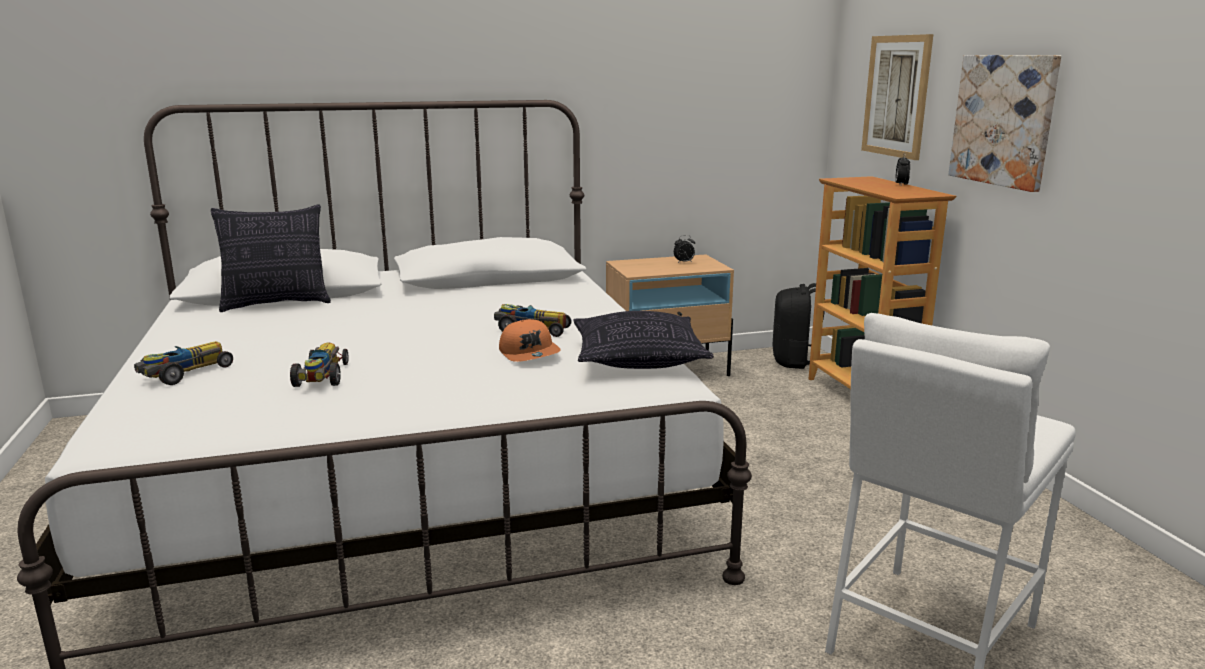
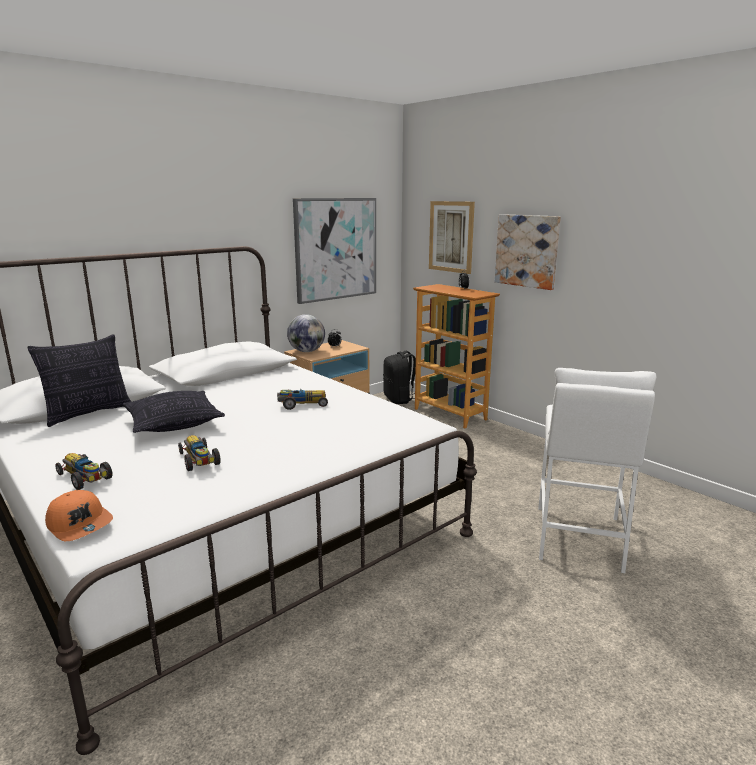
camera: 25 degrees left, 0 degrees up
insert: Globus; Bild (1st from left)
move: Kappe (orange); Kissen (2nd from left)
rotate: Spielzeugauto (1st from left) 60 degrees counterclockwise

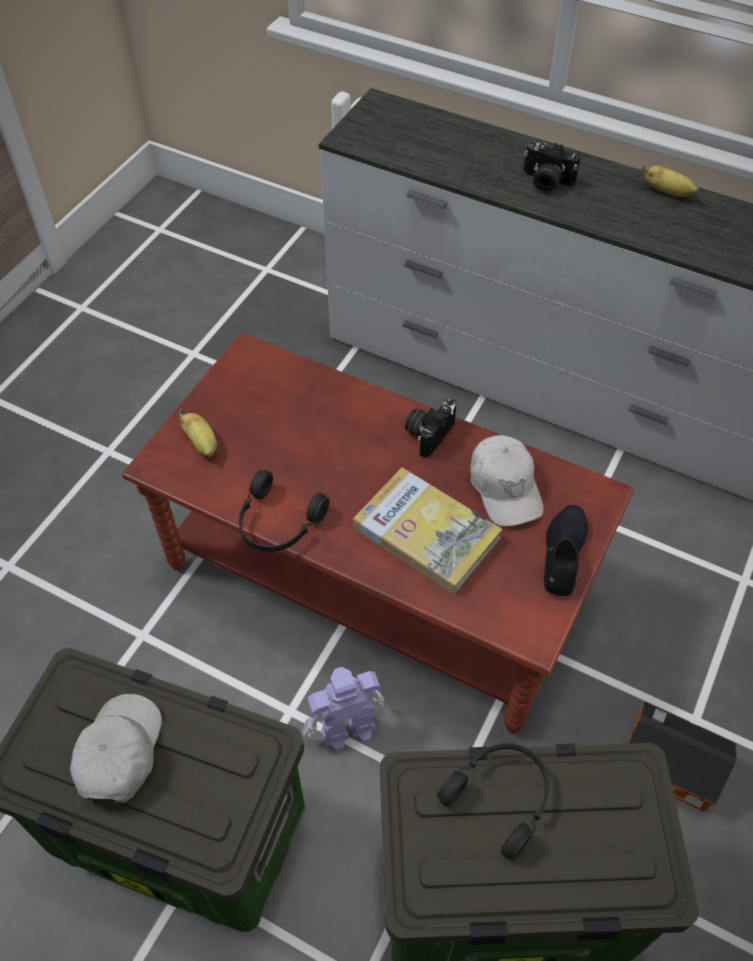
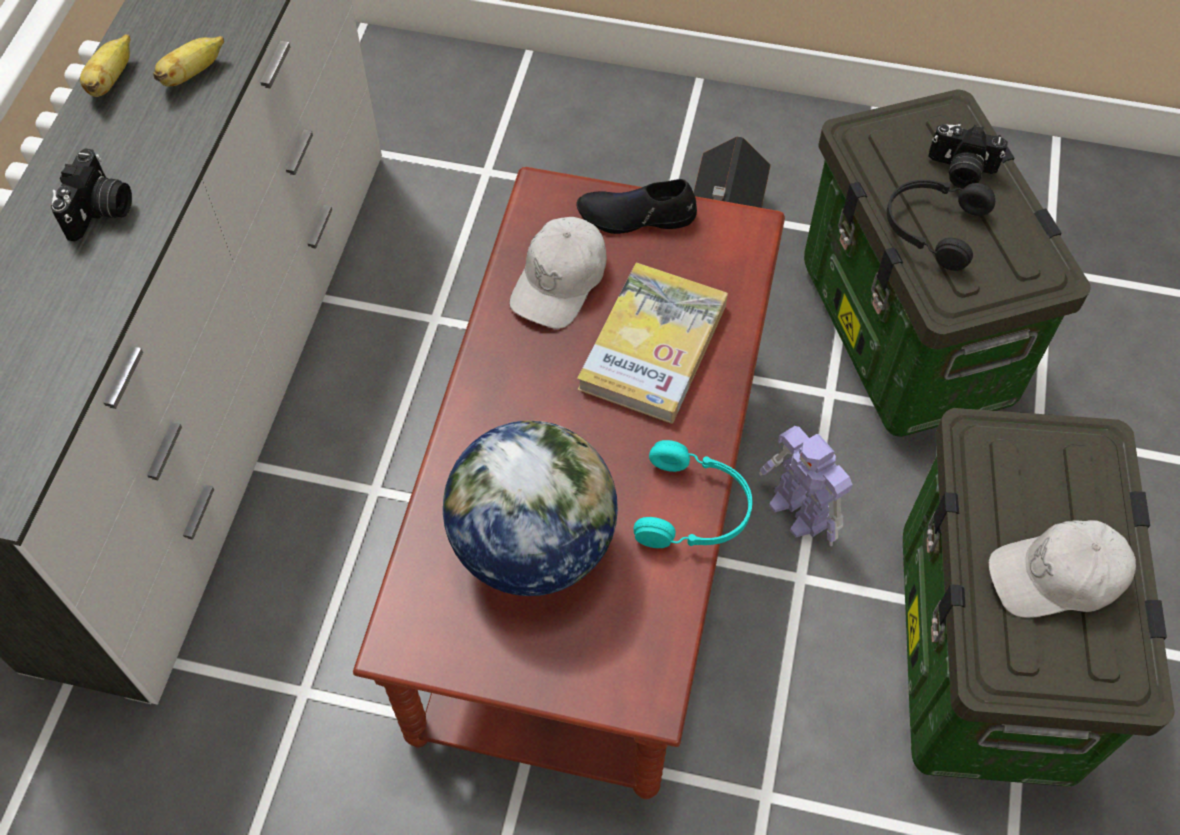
camera: 105 degrees left, 5 degrees up
insert: Globus
move: Banane (1st from left in the first image) to Banane (2nd from left); Kamera (1st from left in the first image) to Kamera (2nd from left)
recolor: Kopfhörer (schwarz) (1st from left) to Kopfhörer (türkis)
rotate: Kappe (weiß) (2nd from left in the first image) 150 degrees clockwise

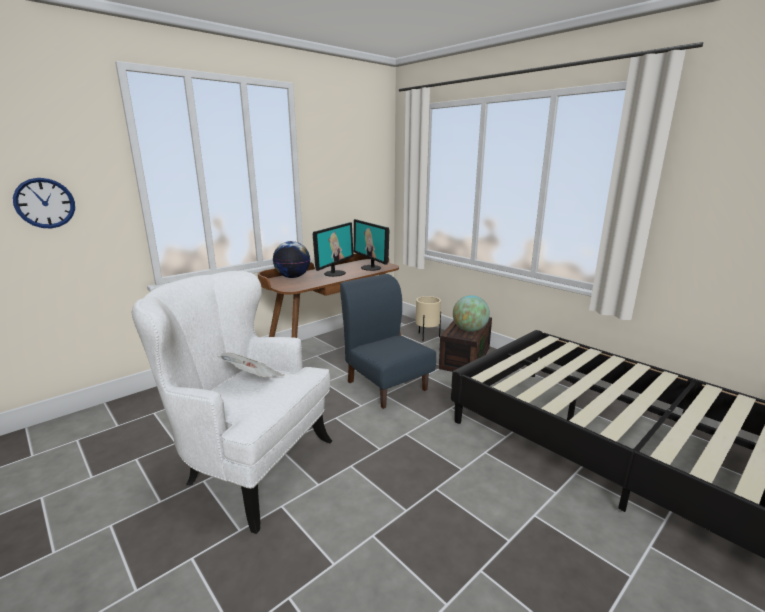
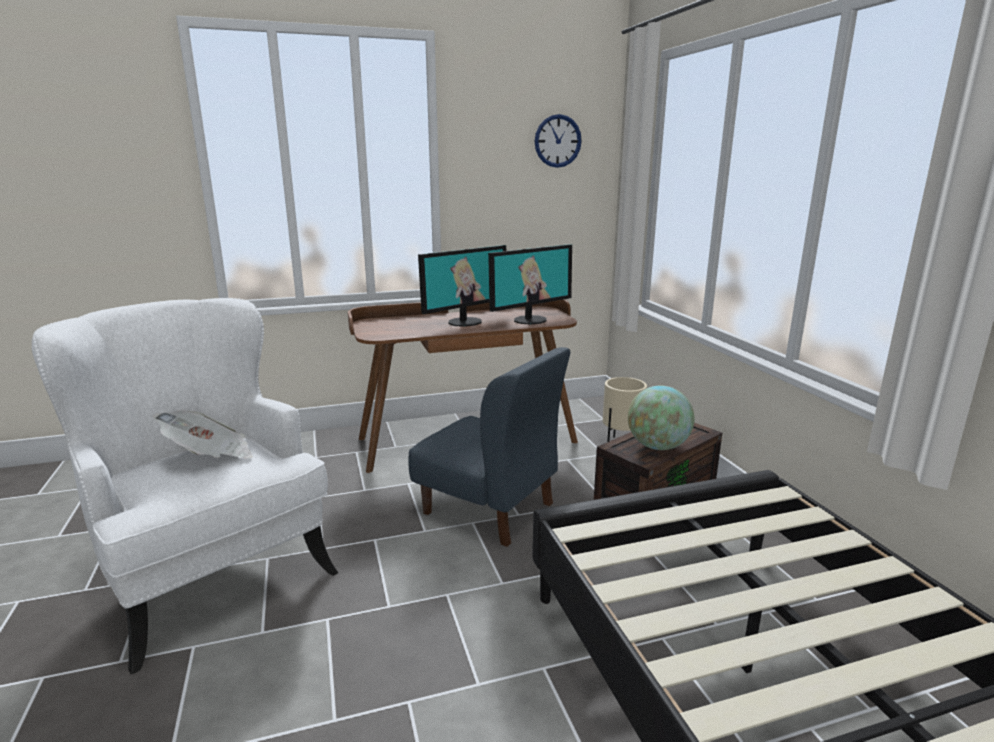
camera: 25 degrees right, 0 degrees up
delete: Globus (1st from left)
move: Wanduhr
rotate: Stuhl (blau) 135 degrees clockwise; Monitor (2nd from left) 120 degrees counterclockwise

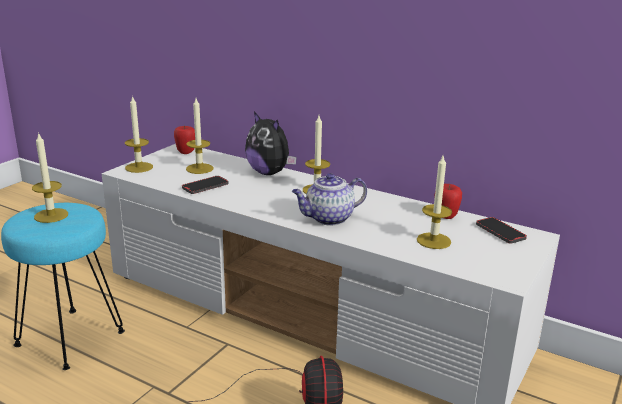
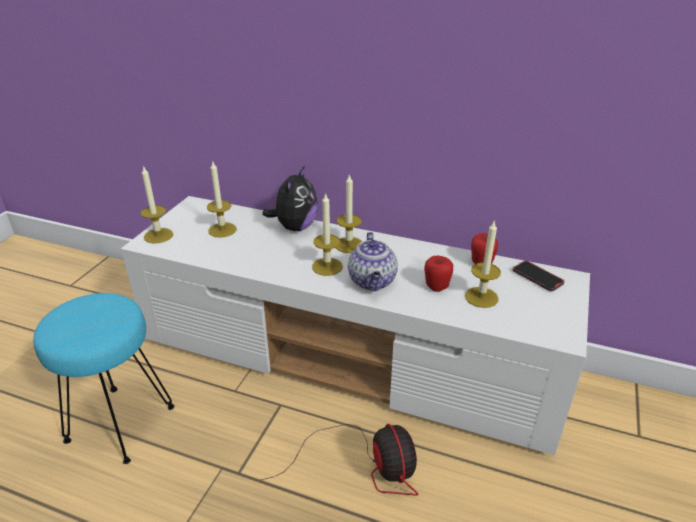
camera: 10 degrees left, 10 degrees up
delete: Handy (1st from left)
move: Kerze (1st from left in the first image) to Kerze (3rd from left); Apfel (1st from left)
rotate: Plüschtier 105 degrees counterclockwise; Teekanne 60 degrees counterclockwise

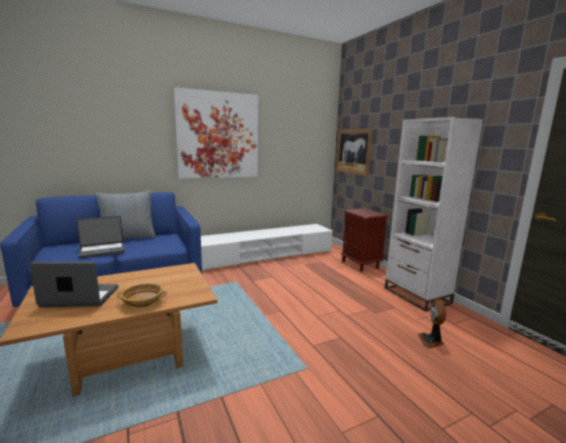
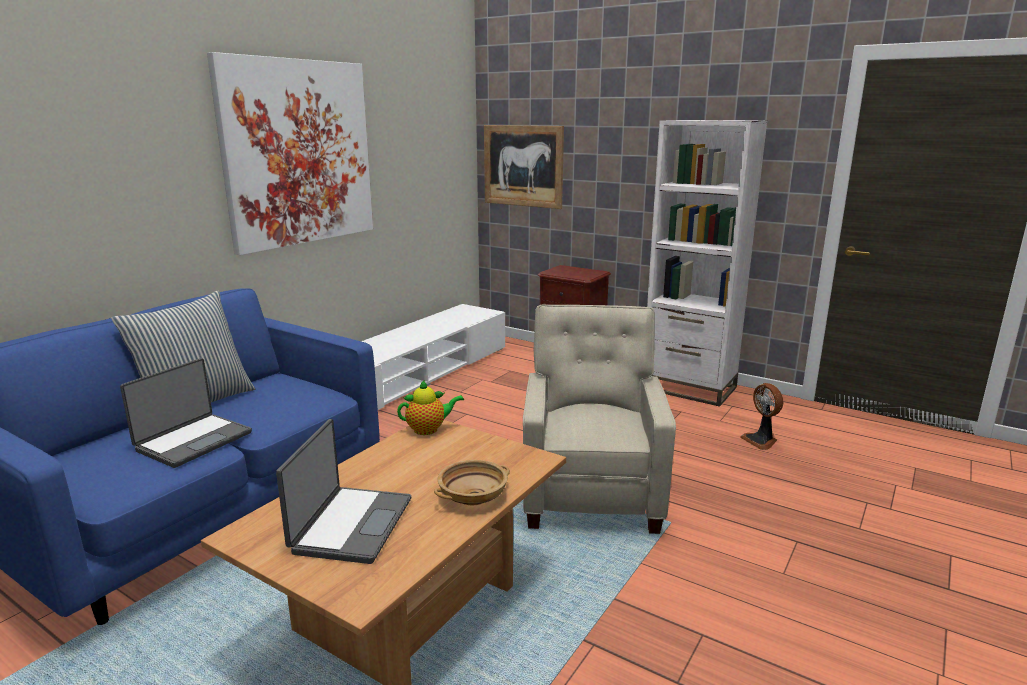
camera: 30 degrees left, 5 degrees up
insert: Teekanne; Sessel (beige)
rotate: Laptop (1st from left in the first image) 135 degrees clockwise

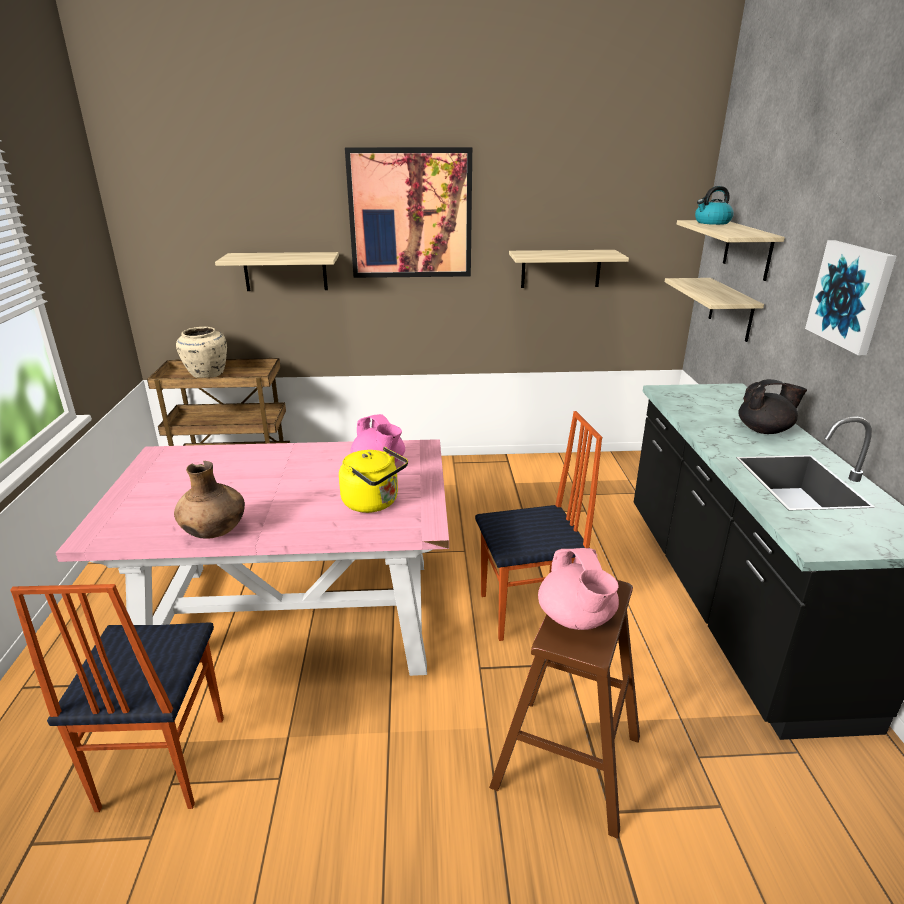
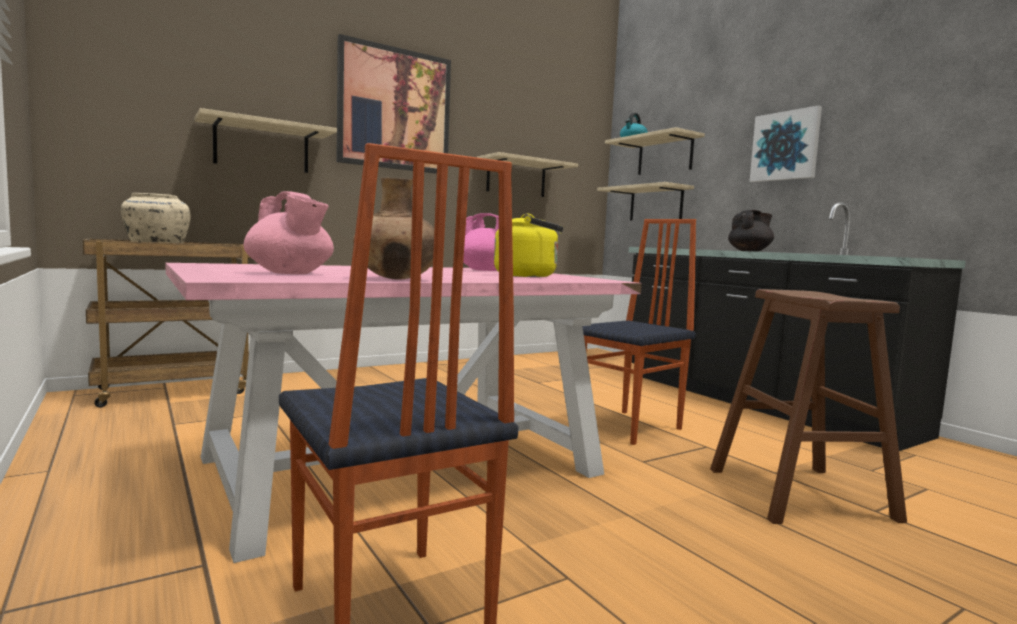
camera: 30 degrees left, 20 degrees down
move: Teekanne (rosa) (2nd from left in the first image) to Teekanne (rosa) (1st from left)

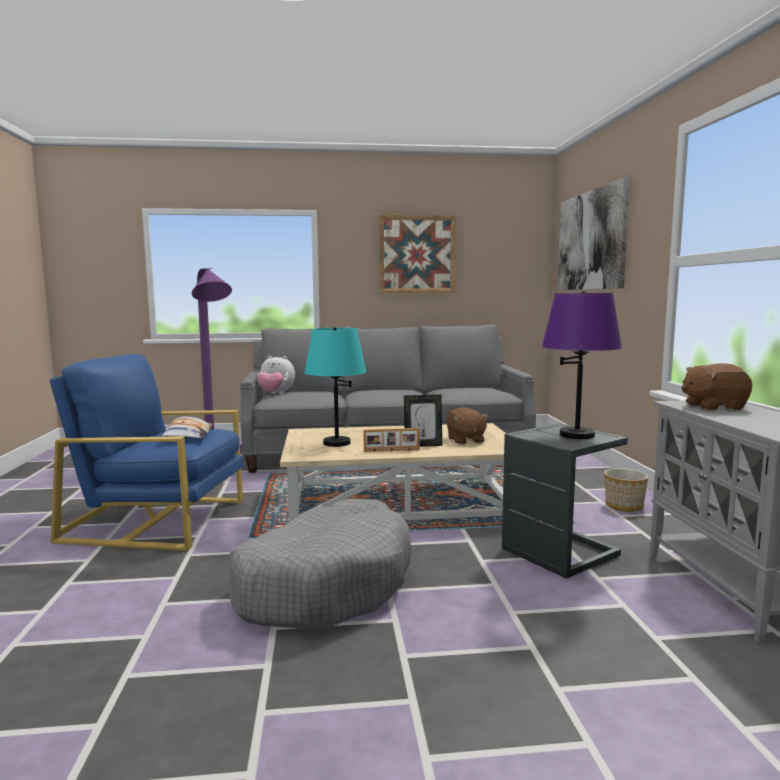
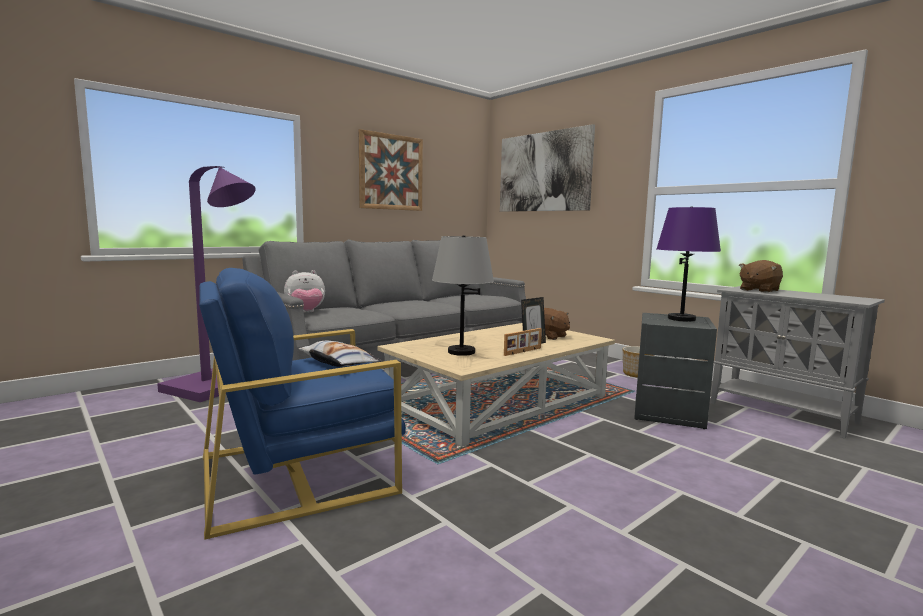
camera: 35 degrees left, 0 degrees up
delete: Hundebett (grau)
recolor: Tischlampe (türkis) to Tischlampe (grau)

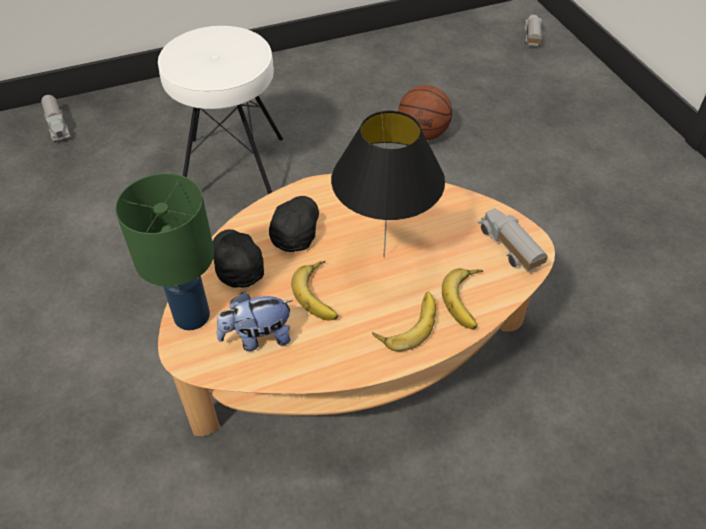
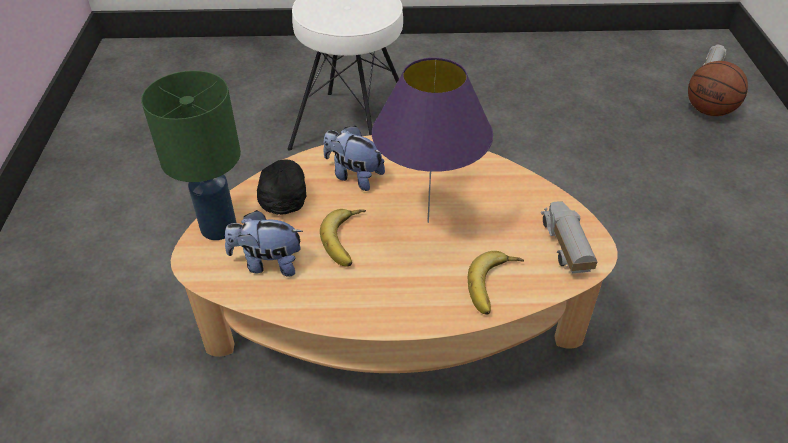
camera: 20 degrees right, 5 degrees down
delete: Spielzeuglaster (1st from left); Banane (2nd from left)
move: Basketball
replace: Kappe (schwarz) (2nd from left) to Plüschtier (2nd from left)
recolor: Tischlampe (schwarz) to Tischlampe (lila)

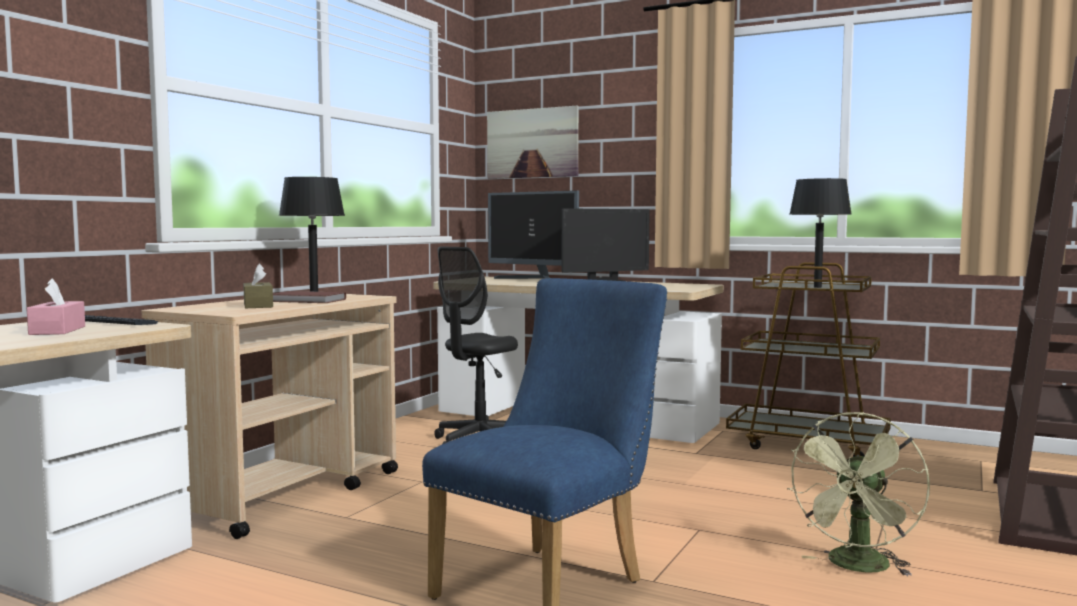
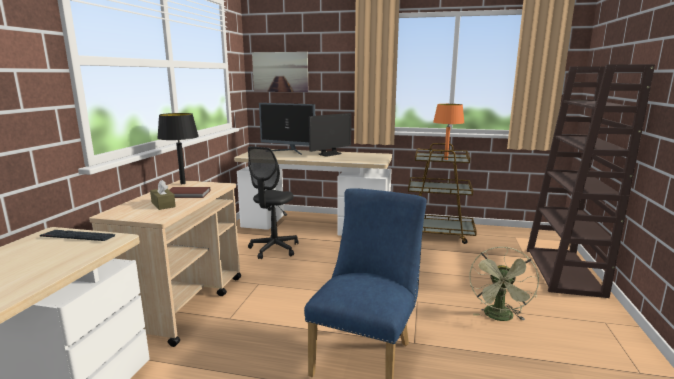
camera: 15 degrees left, 10 degrees up
delete: Taschentuchbox (rosa)
recolor: Tischlampe (schwarz) (2nd from left) to Tischlampe (orange)

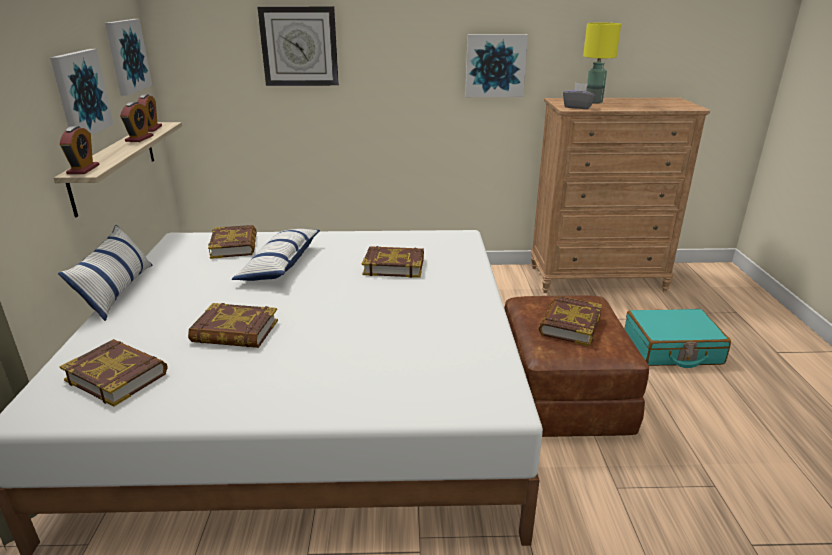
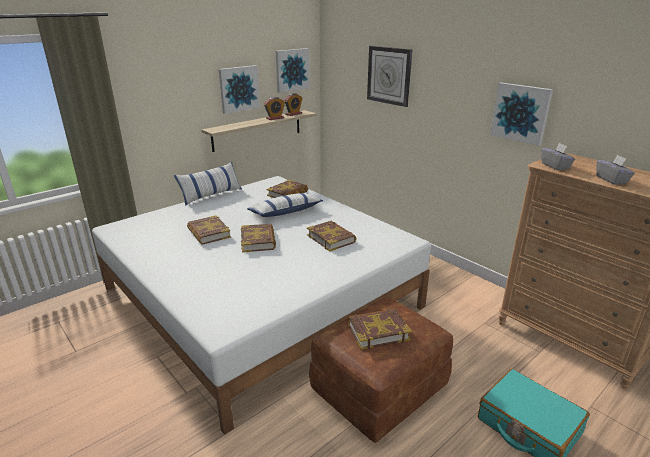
camera: 50 degrees right, 0 degrees up
delete: Wecker (1st from left); Tischlampe (gelb)
insert: Taschentuchbox (grau) (2nd from left)
move: Buch (1st from left in the first image) to Buch (2nd from left)

